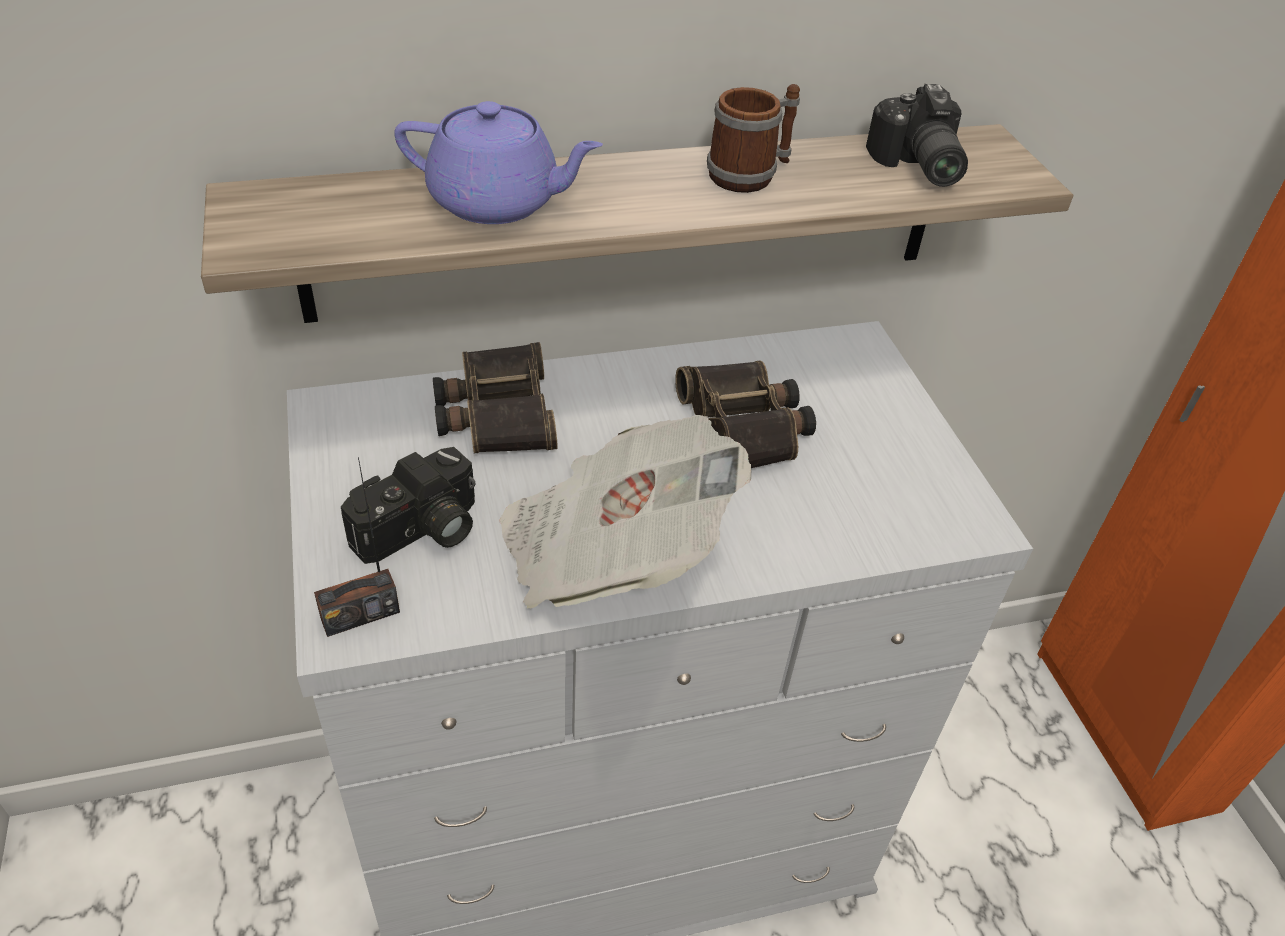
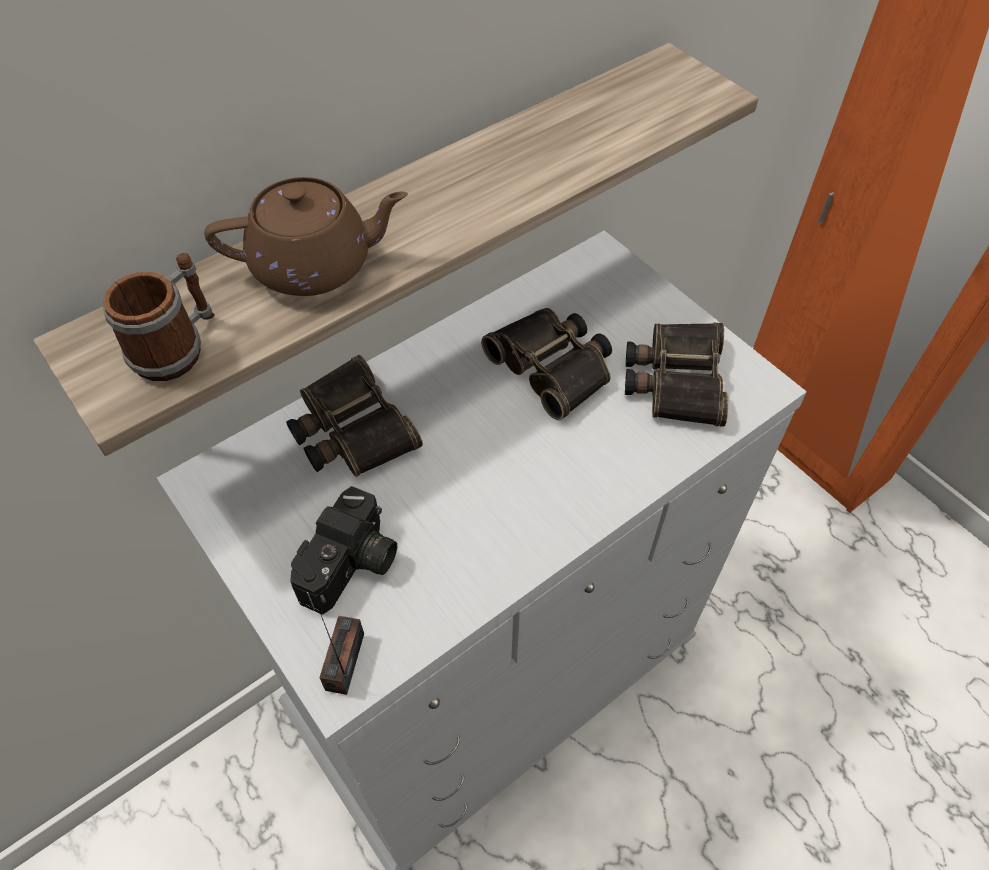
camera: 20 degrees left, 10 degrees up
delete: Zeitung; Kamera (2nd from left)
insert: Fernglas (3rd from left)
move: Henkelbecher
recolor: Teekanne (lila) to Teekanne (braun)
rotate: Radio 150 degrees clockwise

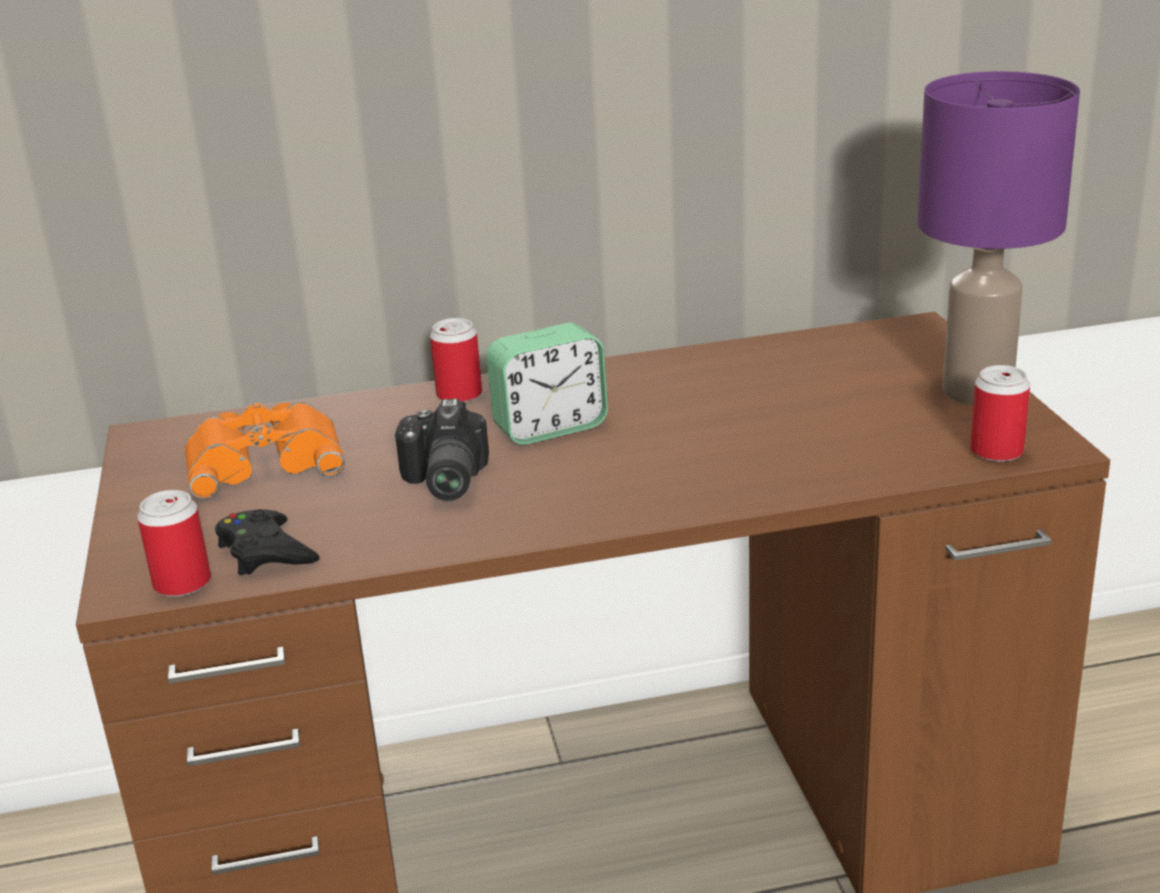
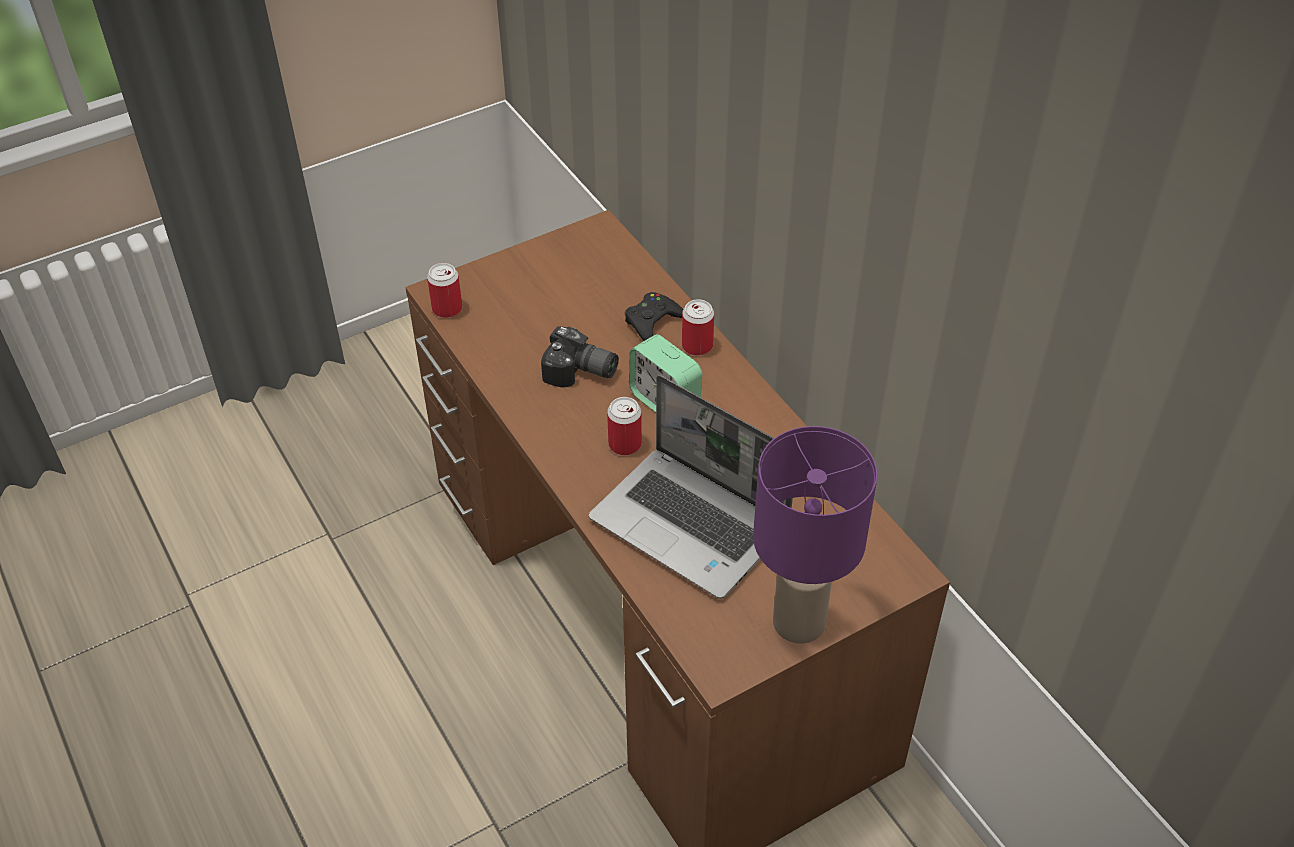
camera: 70 degrees right, 20 degrees up
delete: Fernglas (orange)
insert: Laptop
move: Gamepad (schwarz); Dose (3rd from left in the first image) to Dose (2nd from left)
rotate: Kamera 135 degrees counterclockwise

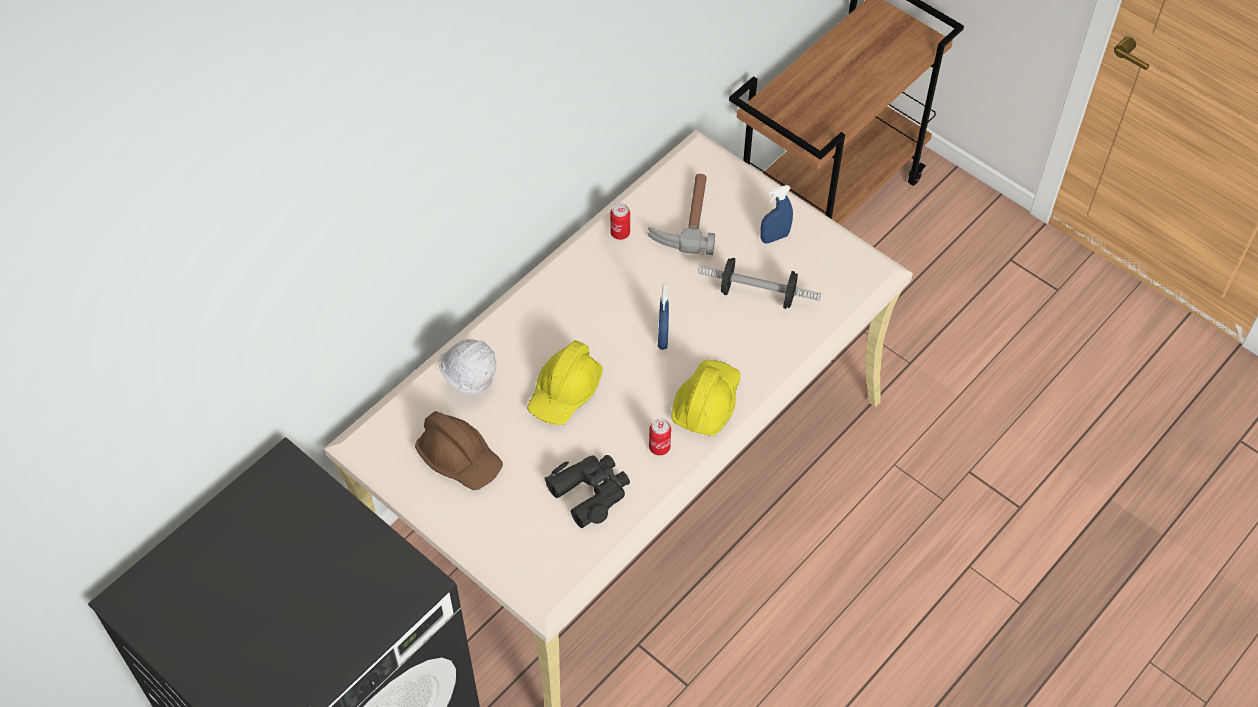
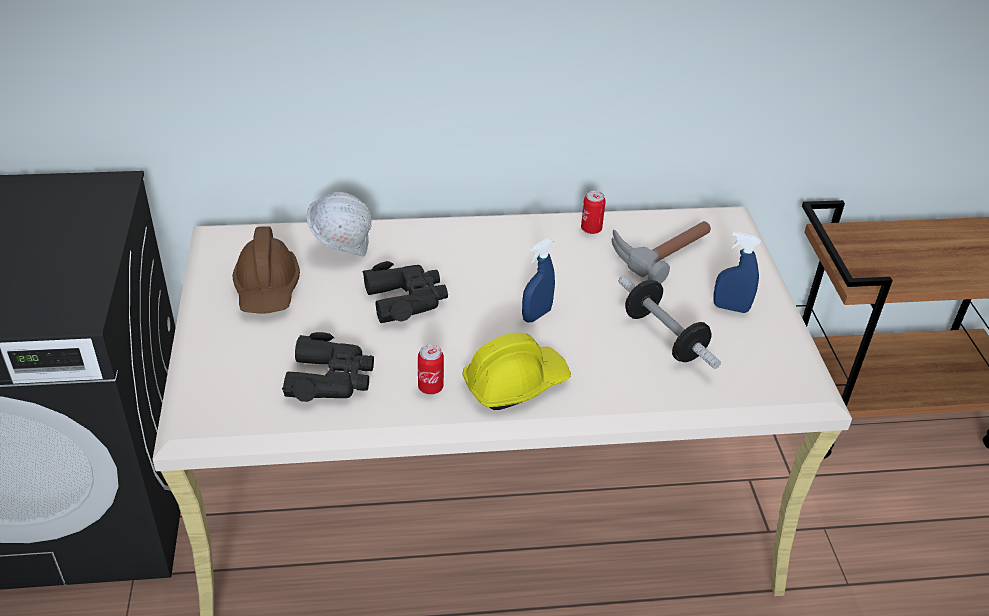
camera: 40 degrees right, 15 degrees down
replace: Schutzhelm (gelb) (1st from left) to Fernglas (schwarz) (2nd from left)

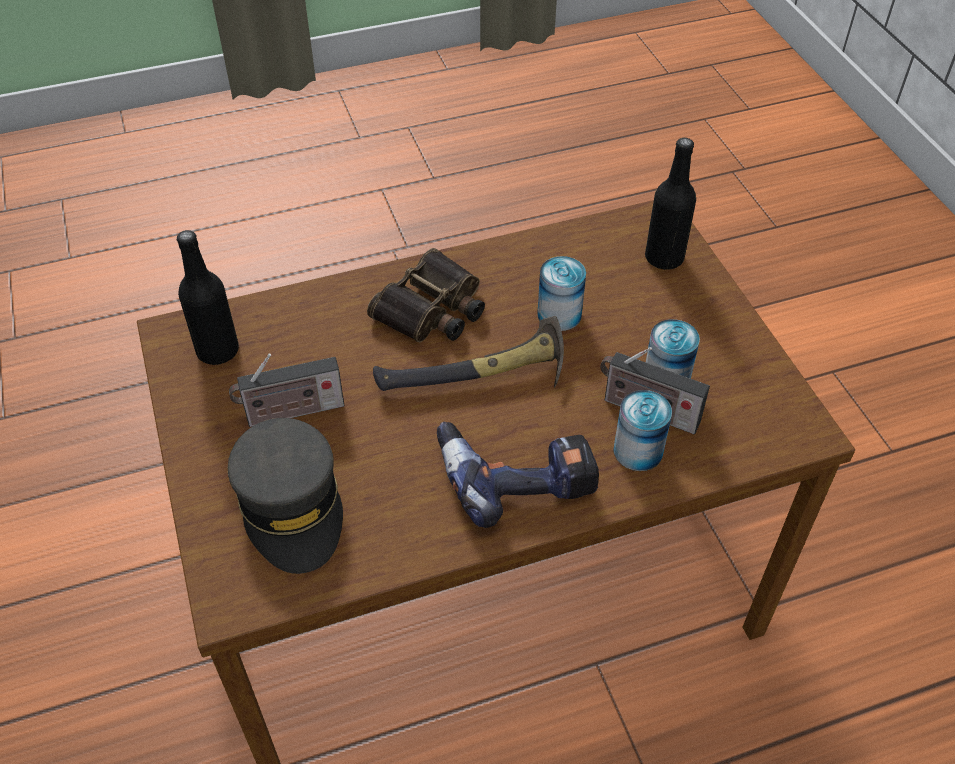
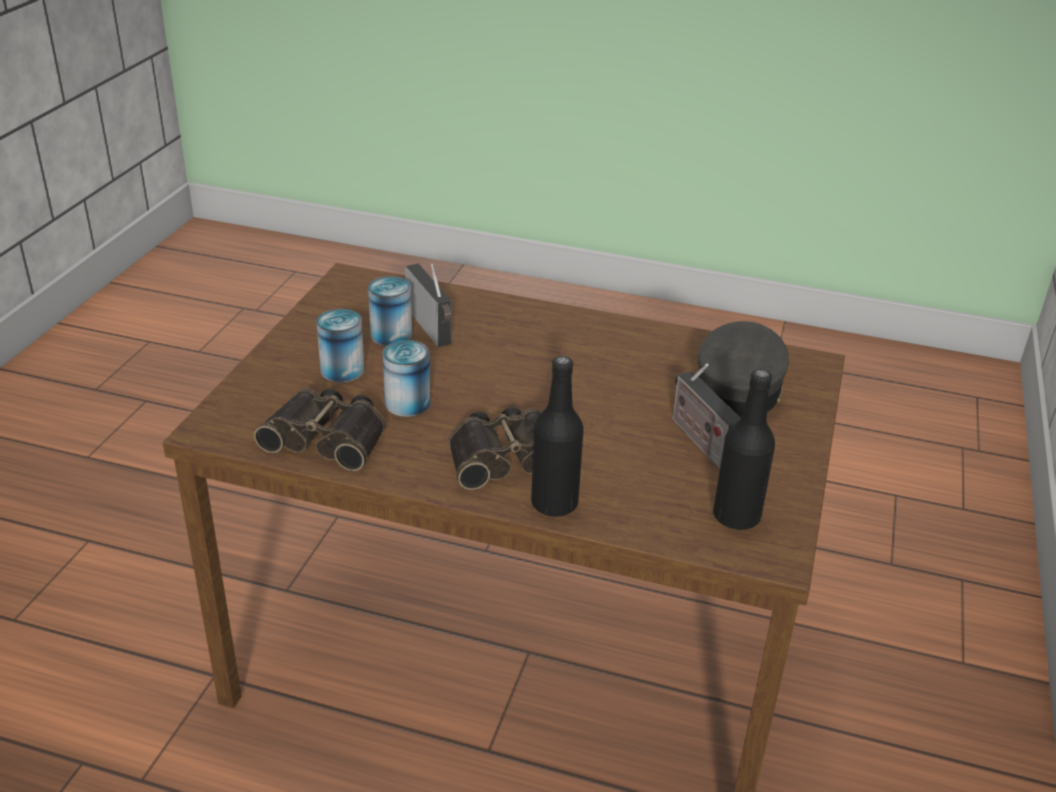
camera: 145 degrees left, 15 degrees down
delete: Hammer; Bohrmaschine
insert: Fernglas (1st from left)
move: Dose (2nd from left in the first image) to Dose (1st from left); Flasche (schwarz) (2nd from left in the first image) to Flasche (schwarz) (1st from left)
rotate: Radio (1st from left in the first image) 135 degrees counterclockwise

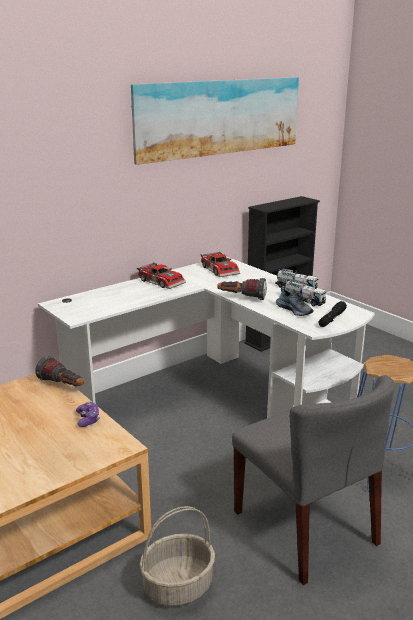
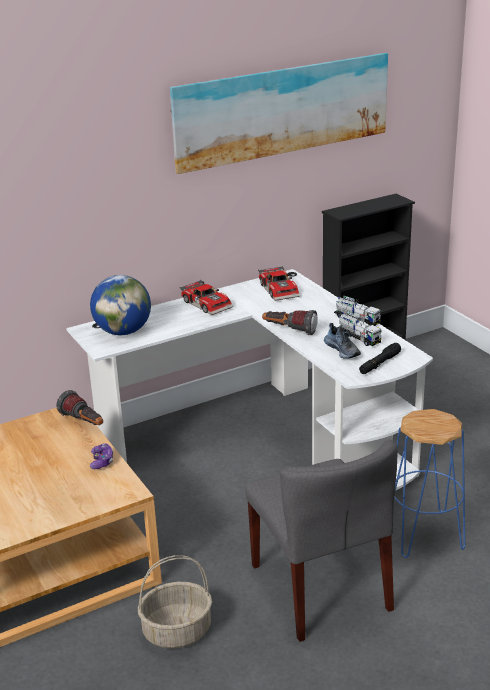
camera: 10 degrees right, 5 degrees up
insert: Globus

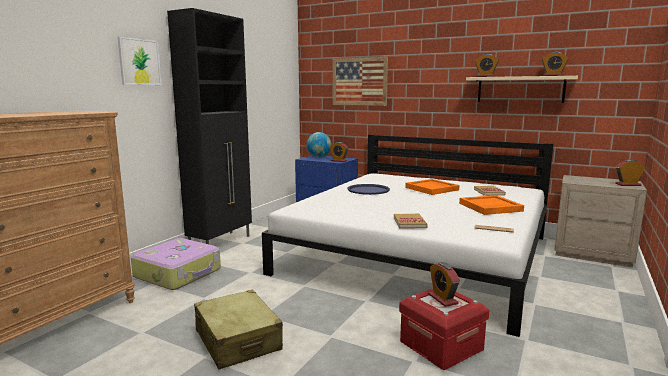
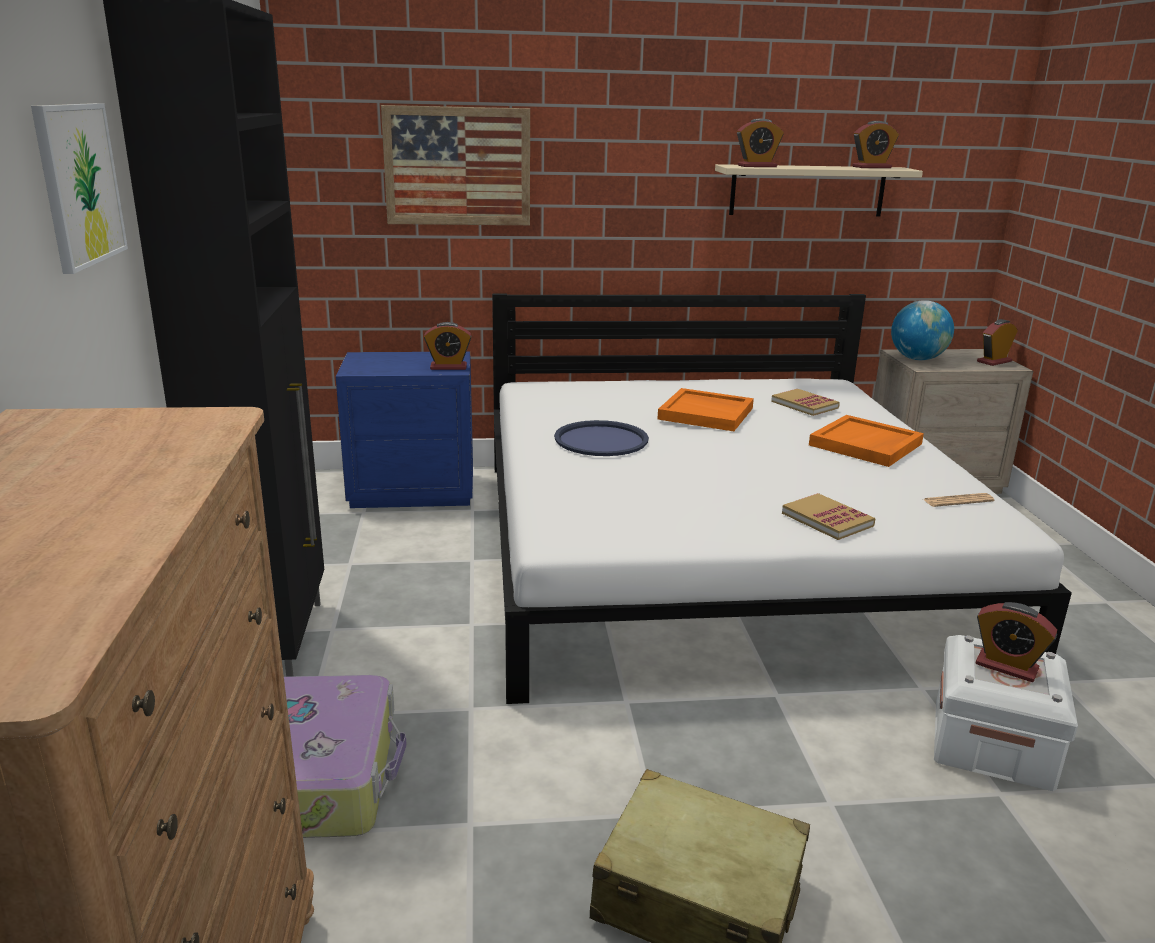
camera: 35 degrees left, 10 degrees up
move: Globus
recolor: Aufbewahrungsbox (rot) to Aufbewahrungsbox (weiß)

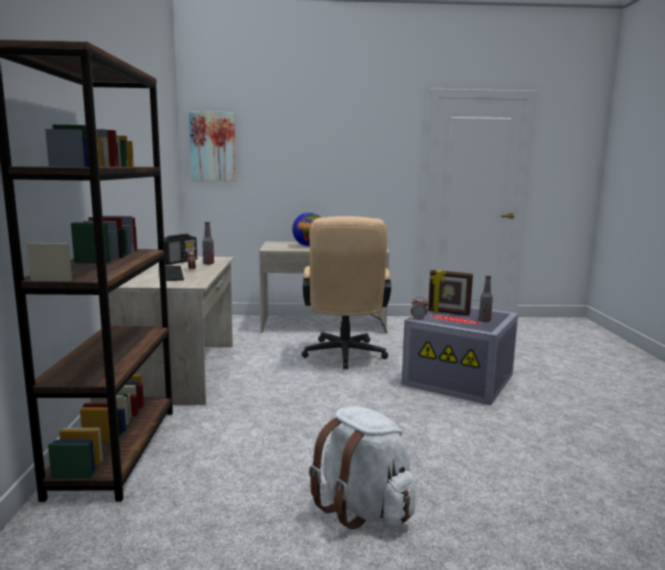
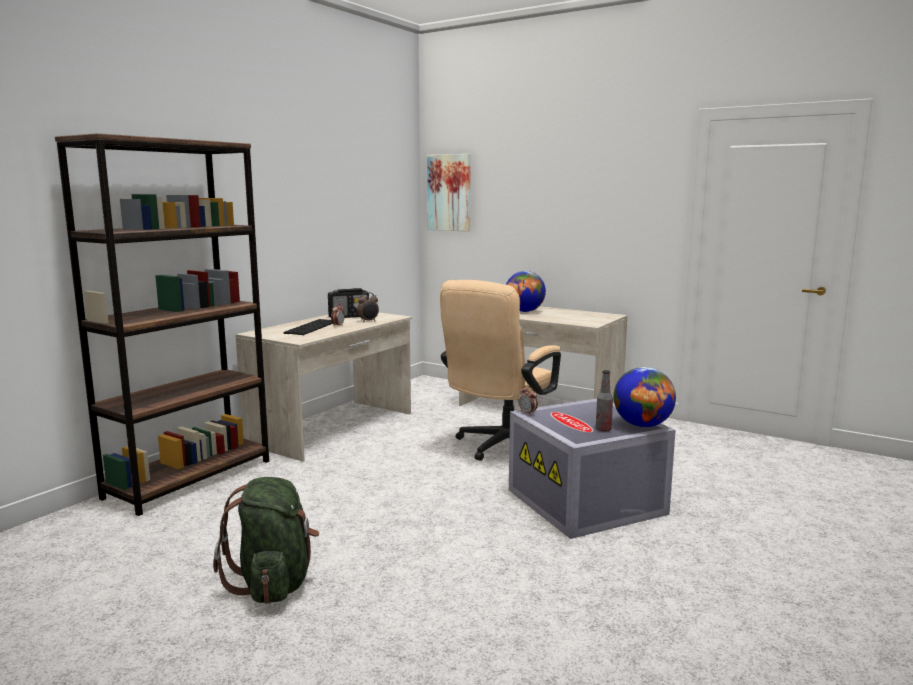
camera: 35 degrees right, 0 degrees up
delete: Bilderrahmen
insert: Globus (2nd from left)
replace: Flasche (1st from left) to Wecker (2nd from left)
recolor: Rucksack (weiß) to Rucksack (grün)

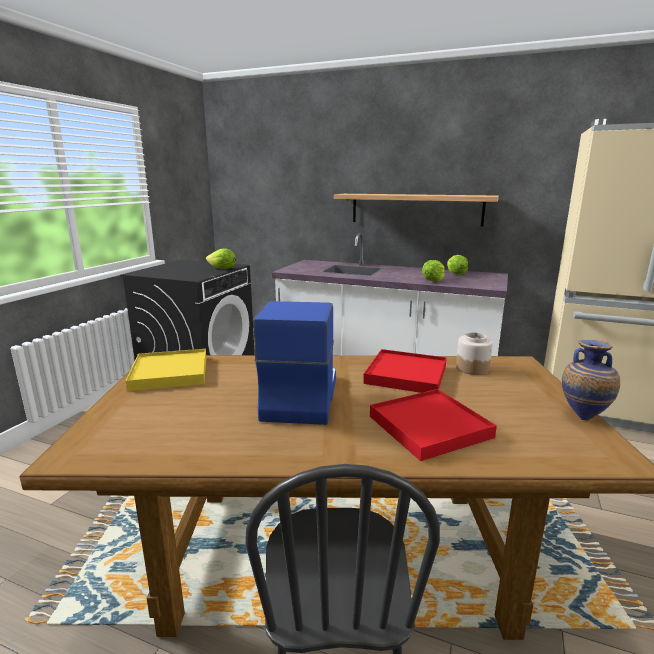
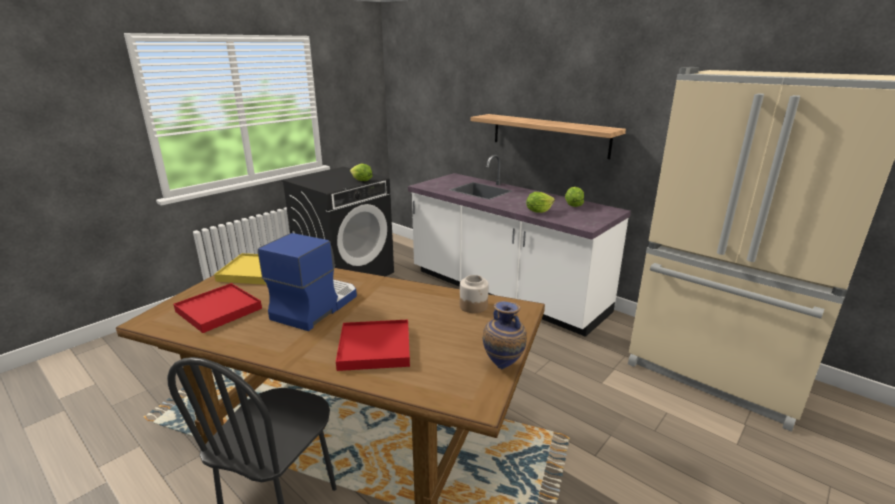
camera: 20 degrees right, 5 degrees up
move: Tablett (rot) (1st from left)

